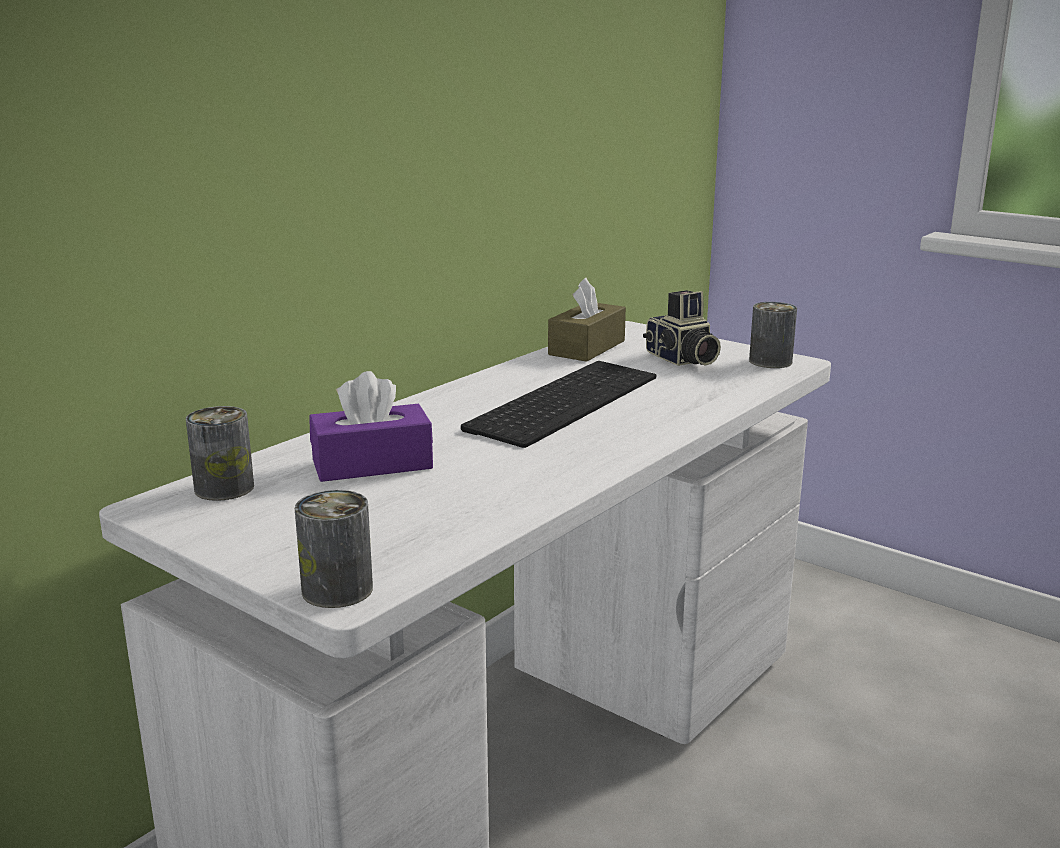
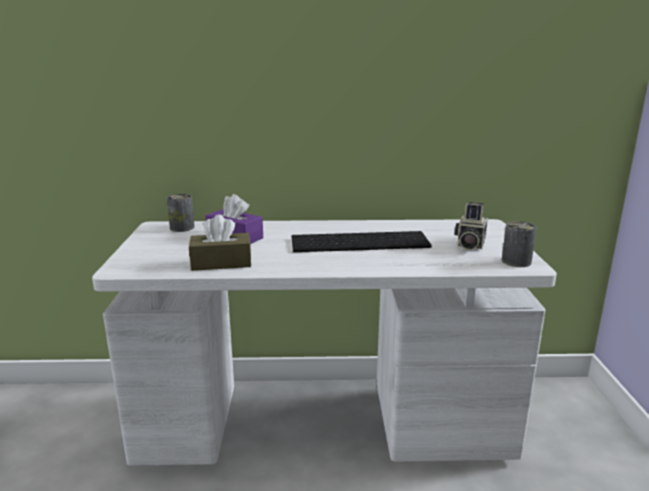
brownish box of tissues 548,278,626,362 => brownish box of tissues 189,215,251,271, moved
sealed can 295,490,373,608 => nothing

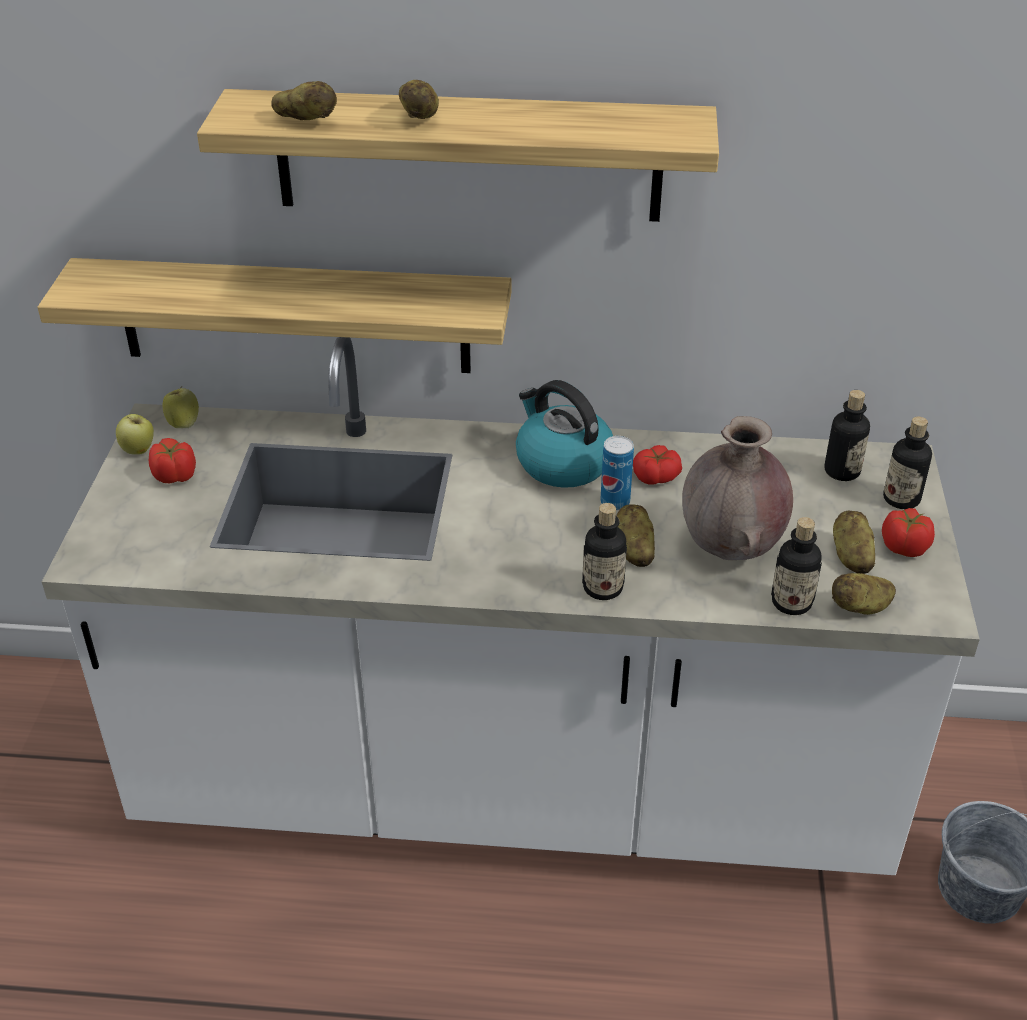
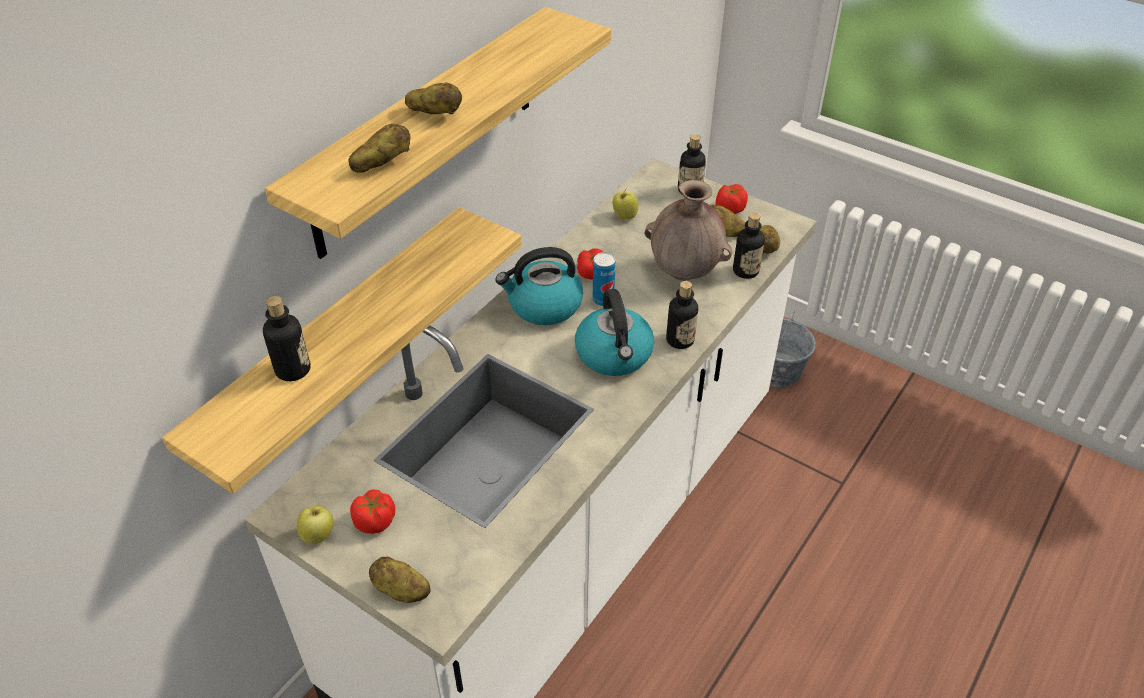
apple fruit 162,386,199,428 => apple fruit 613,188,638,220, moved
drink bottle 824,390,870,481 => drink bottle 263,296,311,381, moved
whole potato 617,504,655,567 => whole potato 369,556,430,603, moved
nothing => water kettle 575,289,654,376

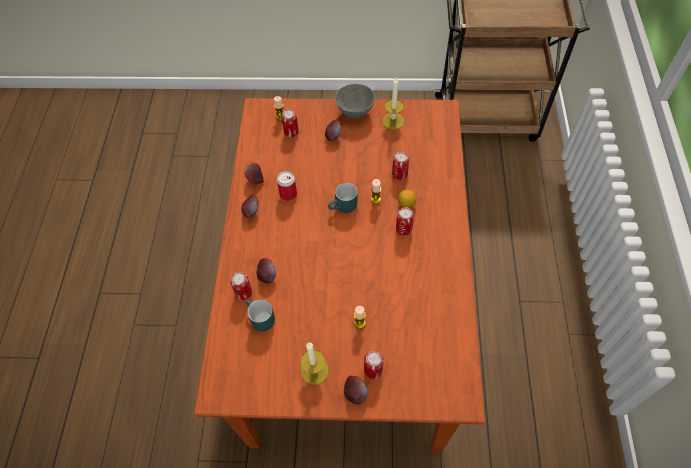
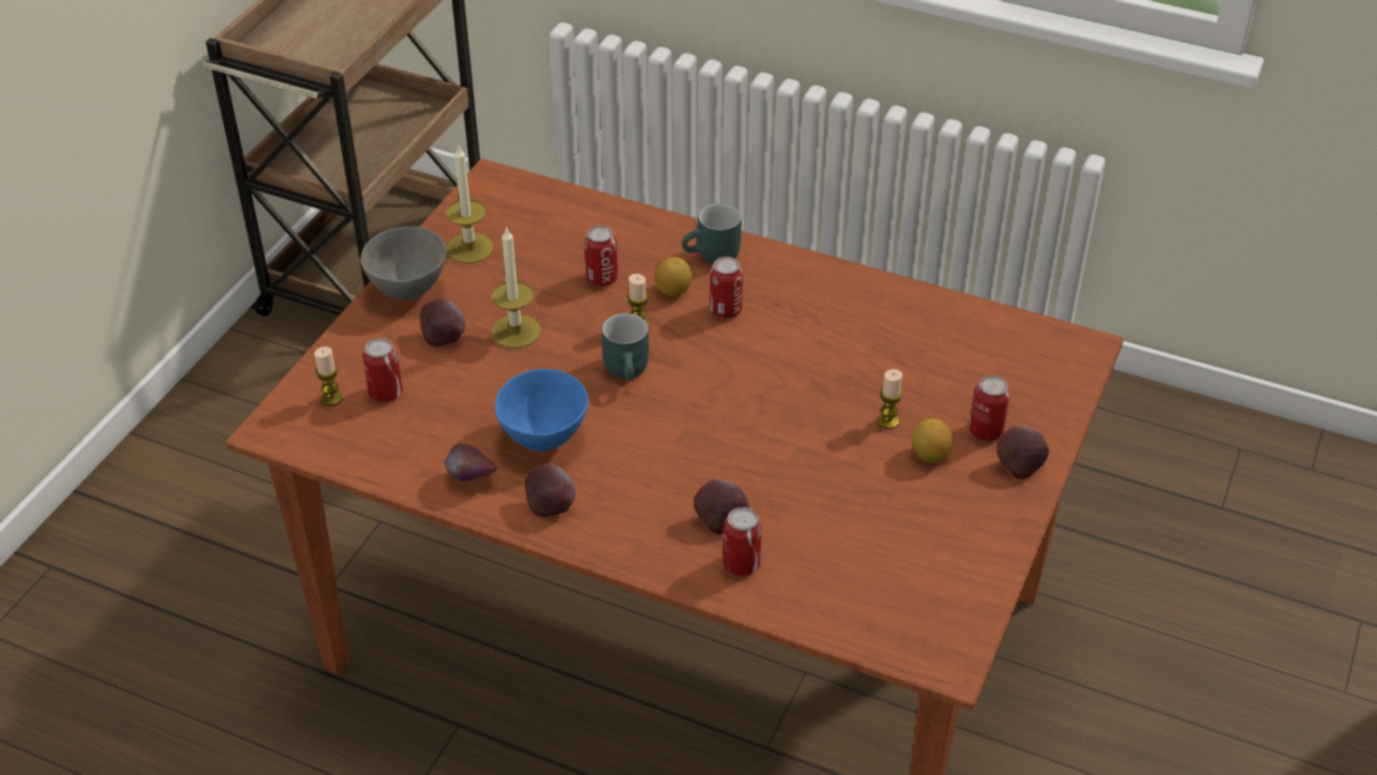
sealed can 277,171,297,201 => bluish bowl 495,369,588,451
turquoise-coloured coffee mug 246,299,275,332 => turquoise-coloured coffee mug 682,203,742,264, moved
candle 300,343,329,385 => candle 491,226,541,349, moved
nothing => whole lemon 912,419,953,463

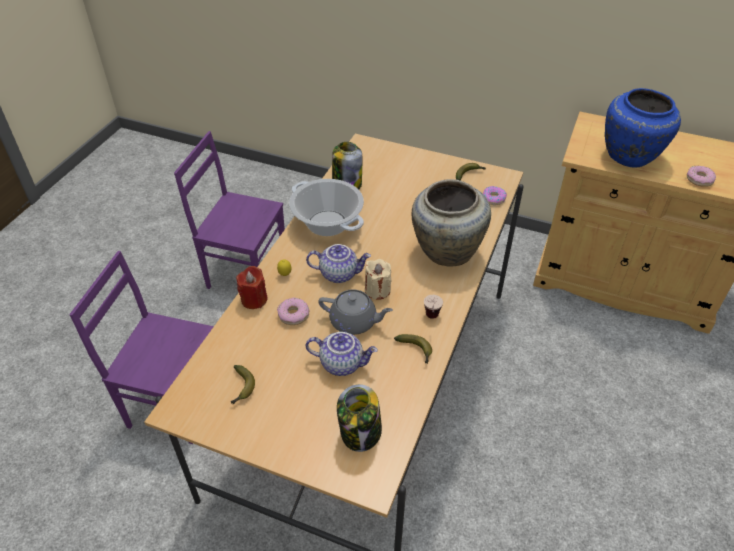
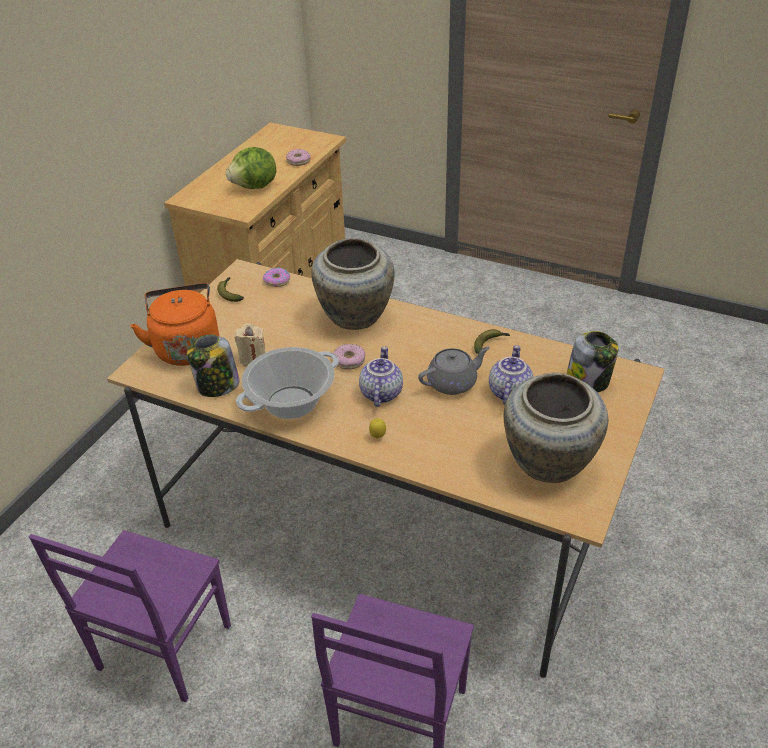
bluish decorative vase 605,88,681,168 => head of lettuce 226,147,276,189
beige-coloured candle 365,259,391,300 => beige-coloured candle 235,323,266,367, moved
red-coloured candle 236,266,268,309 => nothing
gray teapot 318,289,393,335 => gray teapot 418,347,490,395, 45 degrees clockwise
drinking cup 424,295,443,319 => nothing
donut 277,298,309,325 => donut 333,344,366,370, moved
banana fruit 231,365,255,405 => beige-coloured decorative vase 503,373,608,483
nothing => orangey water kettle 130,283,219,366

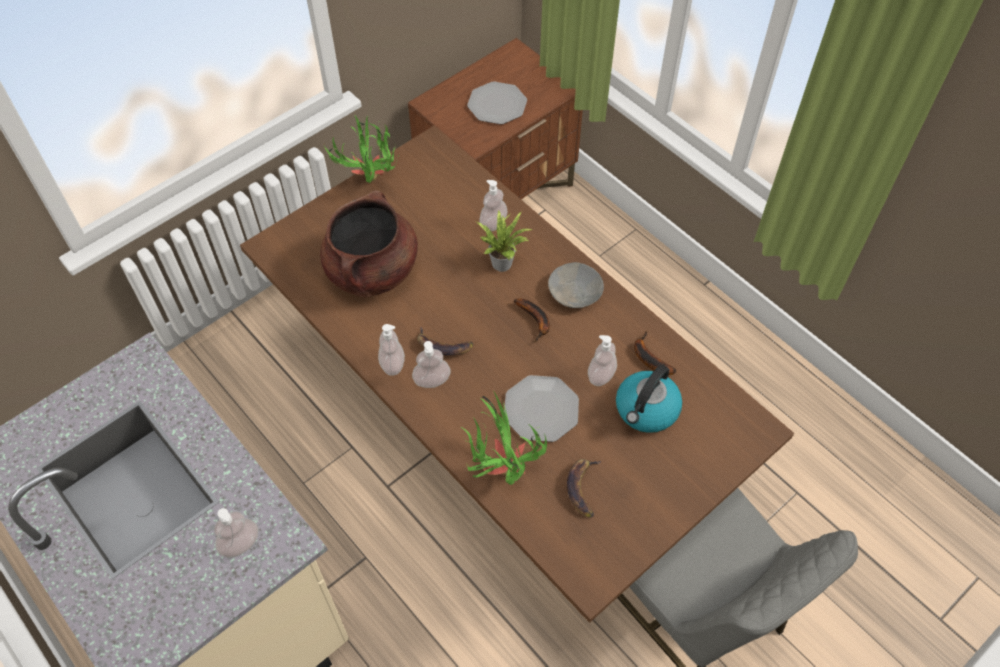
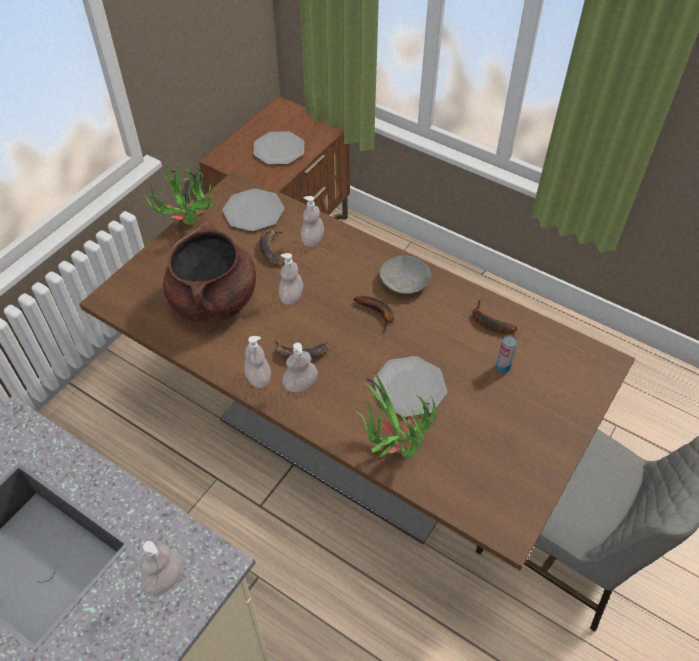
plant in a pot 477,210,533,272 => nothing
soap bottle 588,335,617,386 => soap bottle 279,253,303,305, moved
water kettle 616,365,683,433 => sealed can 496,335,518,373
banana fruit 567,459,601,518 => banana fruit 260,230,285,266, moved
nothing => flat dish 222,188,284,231

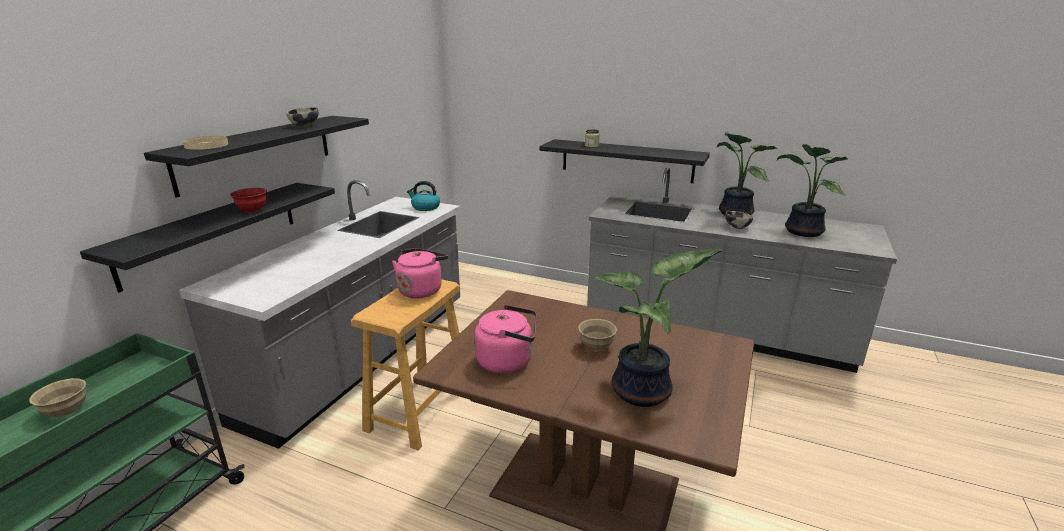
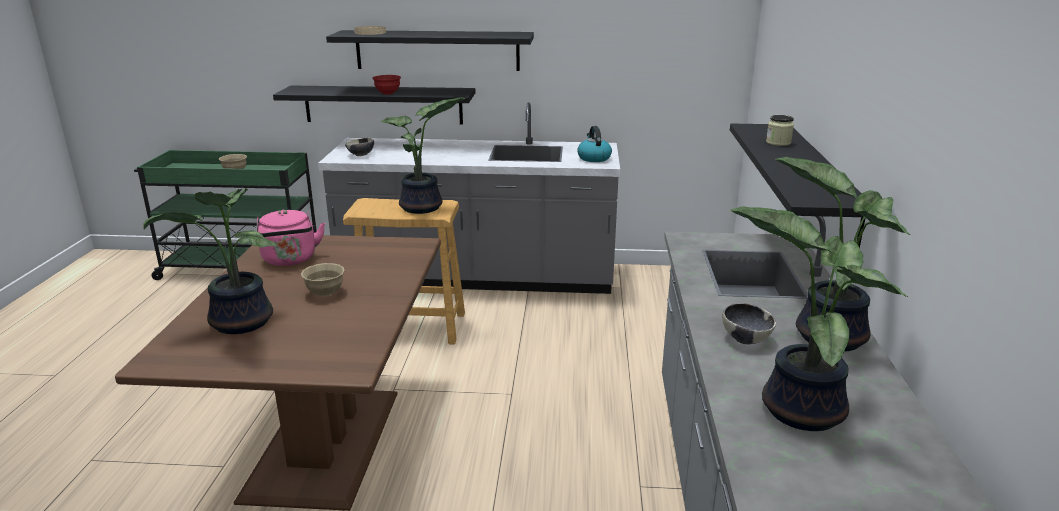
bowl 286,107,318,127 => bowl 345,138,374,156, moved
pink water kettle 392,248,448,298 => plant in a pot 380,97,466,214

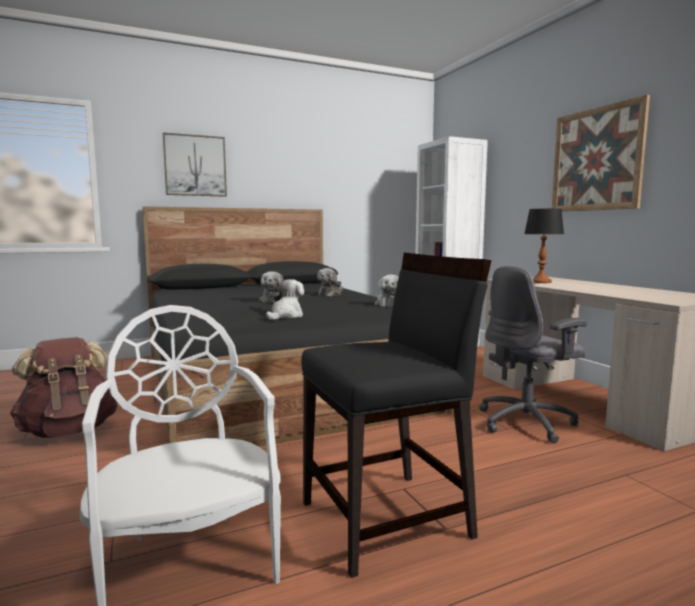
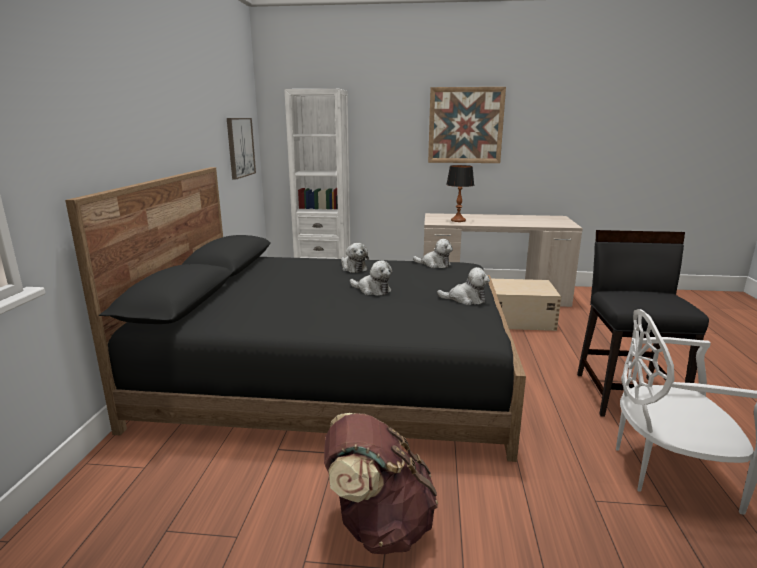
picture 163,132,227,197 => picture 227,118,256,179, moved
gray computer chair 479,266,587,444 => beige-coloured storage bin 491,279,561,331
plush toy 266,279,304,320 => plush toy 437,267,490,305, 135 degrees clockwise

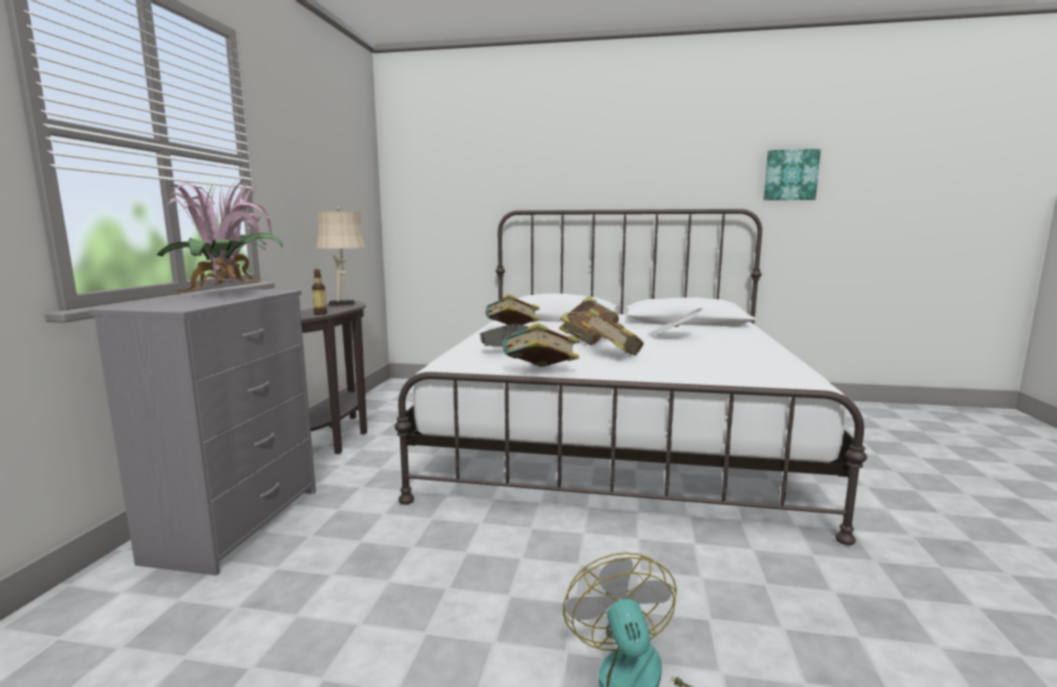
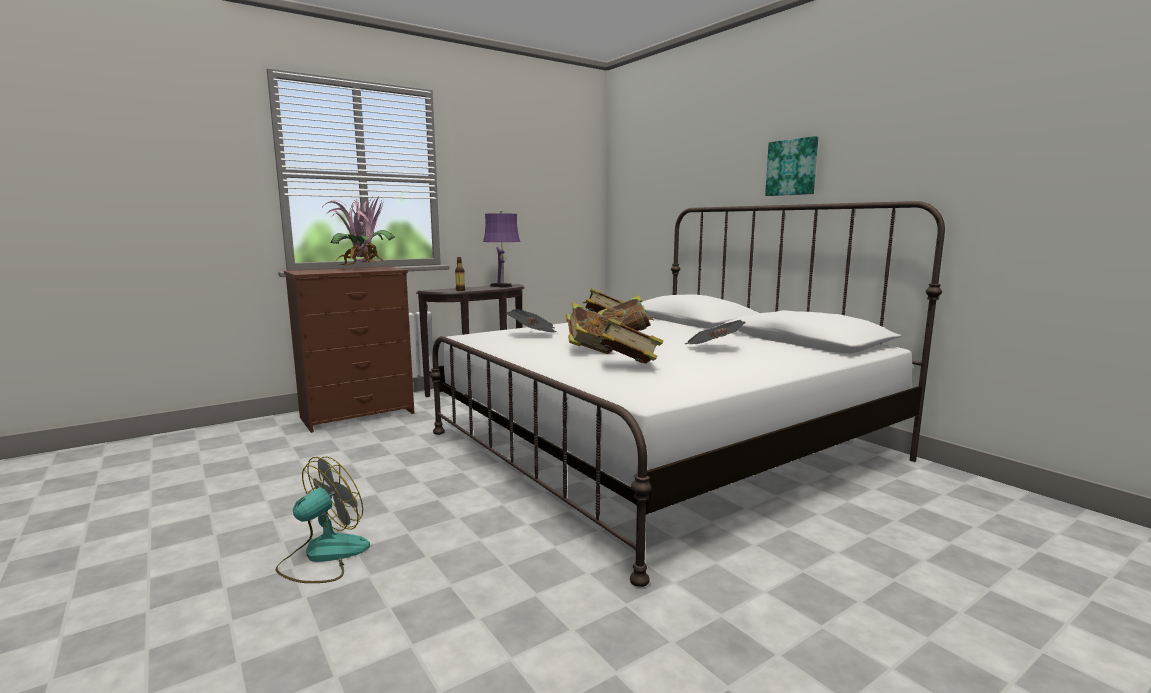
picture 764,149,821,200 => picture 765,136,818,196, moved
beige-coloured table lamp 316,207,366,306 => purple table lamp 483,210,520,288
gray drawer chest 89,289,316,576 => brownish drawer chest 284,267,415,433
volume 502,323,579,367 => volume 595,318,663,364, moved

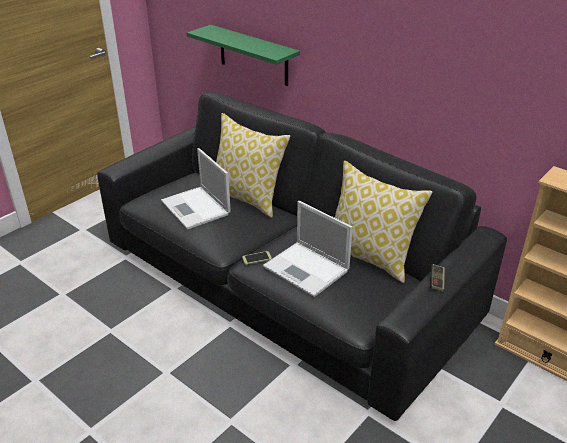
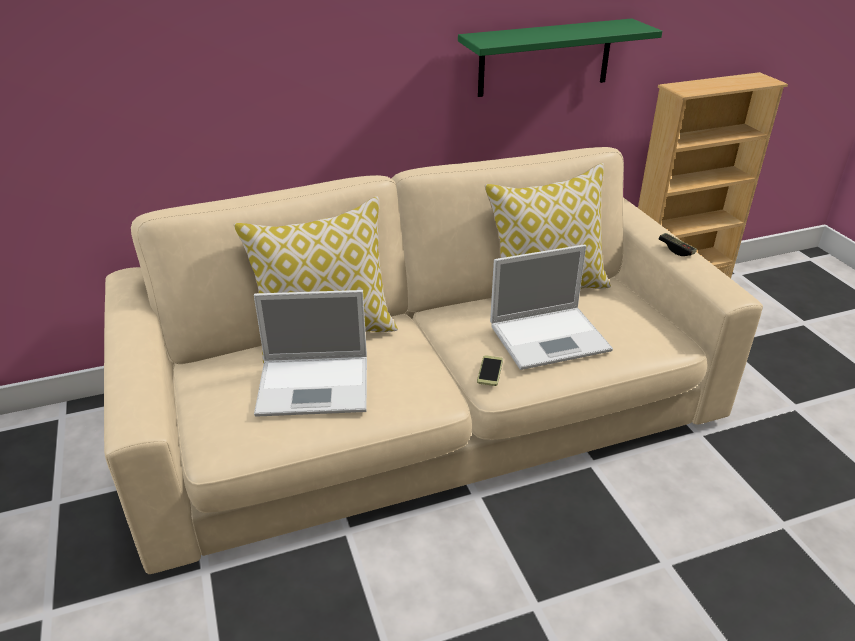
green-coloured bracket shelf 187,25,300,86 => green-coloured bracket shelf 458,18,662,97, moved
black-coloured couch 97,92,507,421 => beige-coloured couch 104,147,763,574

